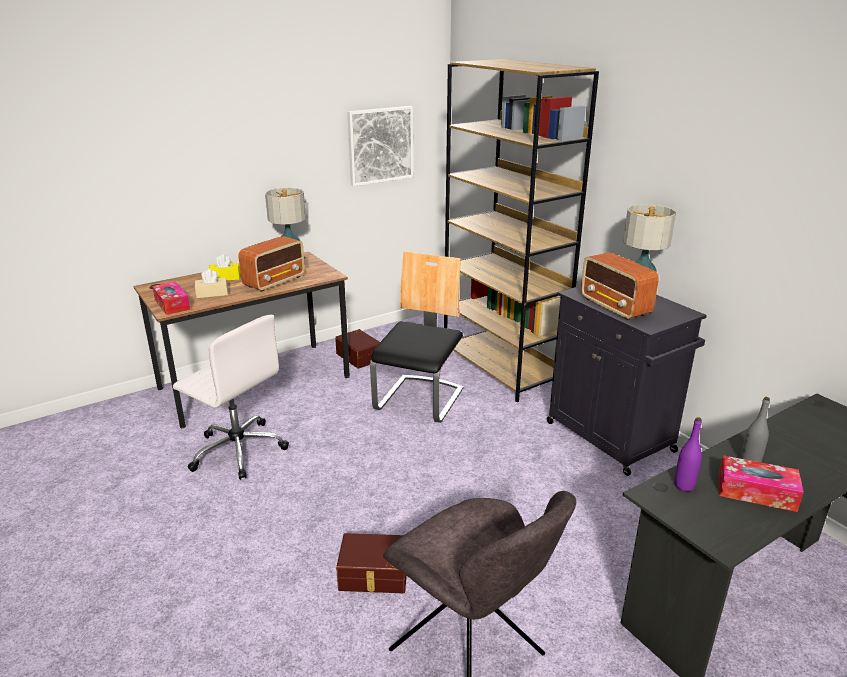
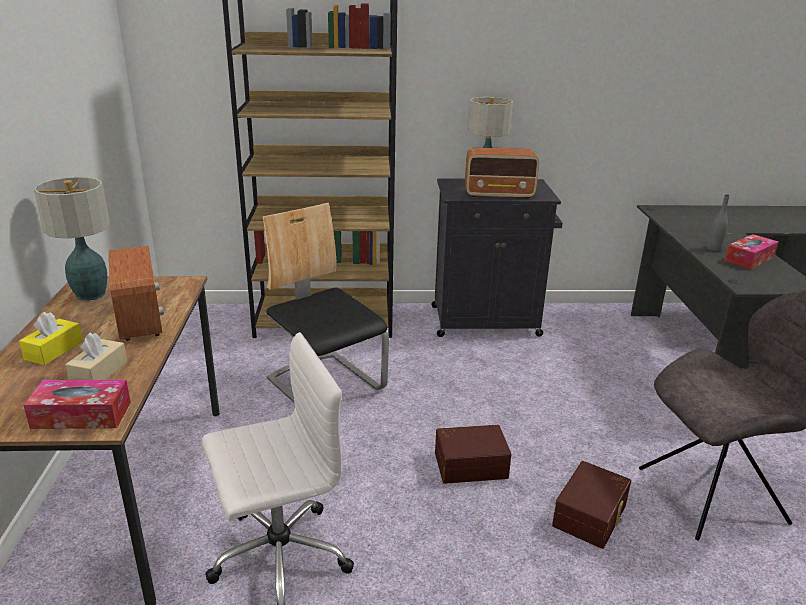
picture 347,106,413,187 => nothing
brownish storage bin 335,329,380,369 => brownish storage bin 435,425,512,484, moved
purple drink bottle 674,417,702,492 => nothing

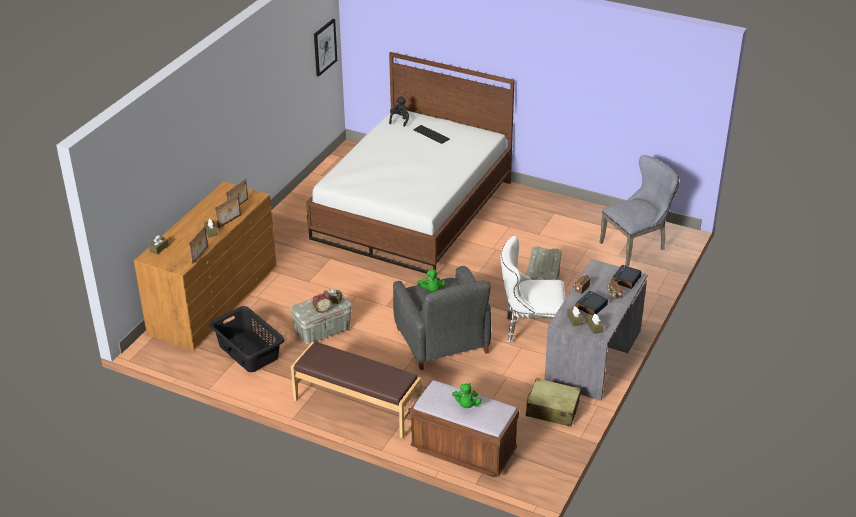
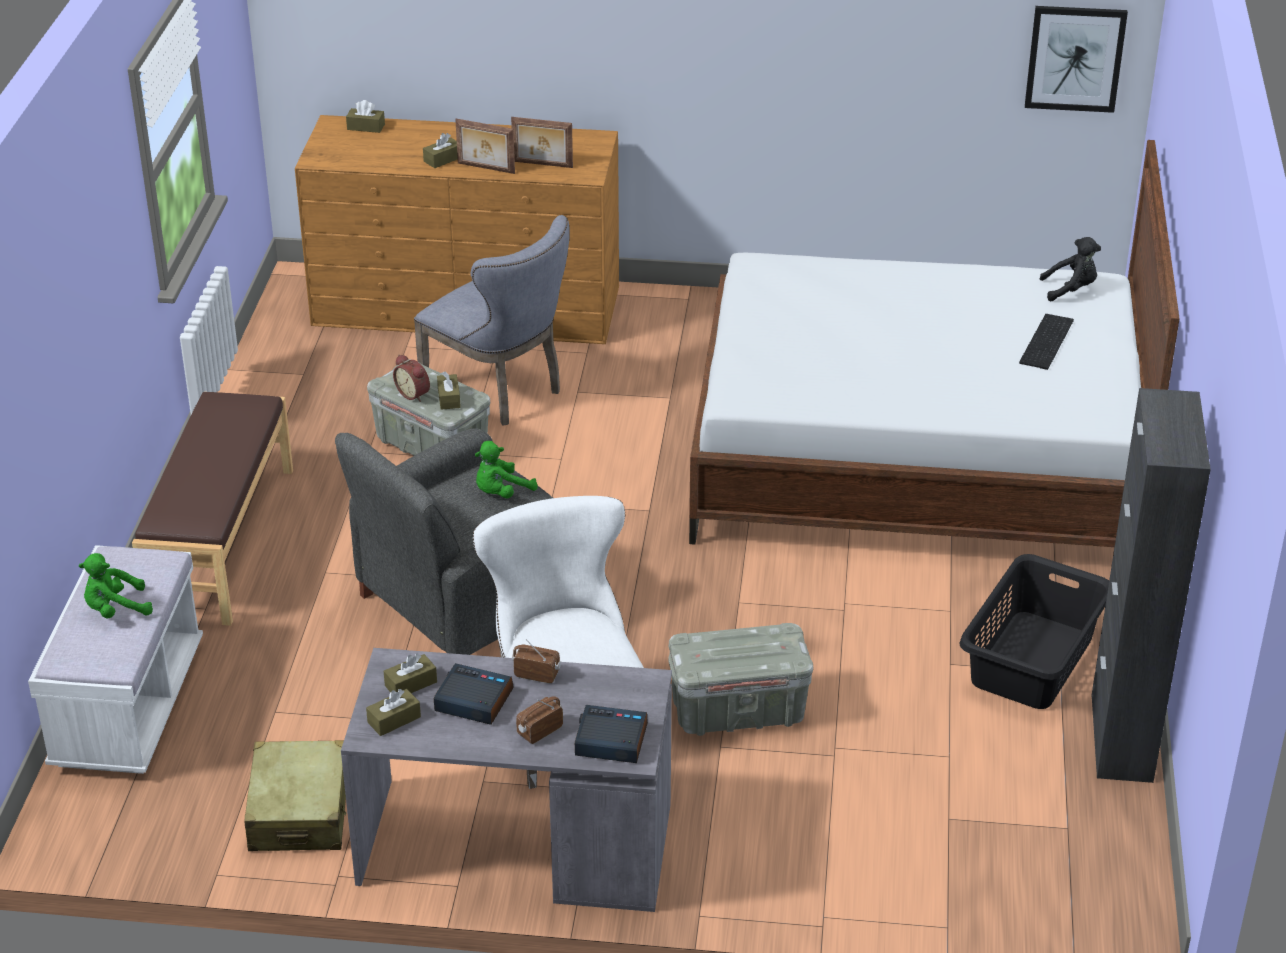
gray upright chair 600,155,679,266 => gray upright chair 414,215,570,426, moved
photo frame 189,226,208,264 => nothing
black-coloured washing basket 209,306,284,372 => black-coloured washing basket 959,554,1109,709, moved
brownish long seat 410,380,519,478 => white long seat 28,545,203,774
nothing => black-coloured cabinet 1091,388,1211,783

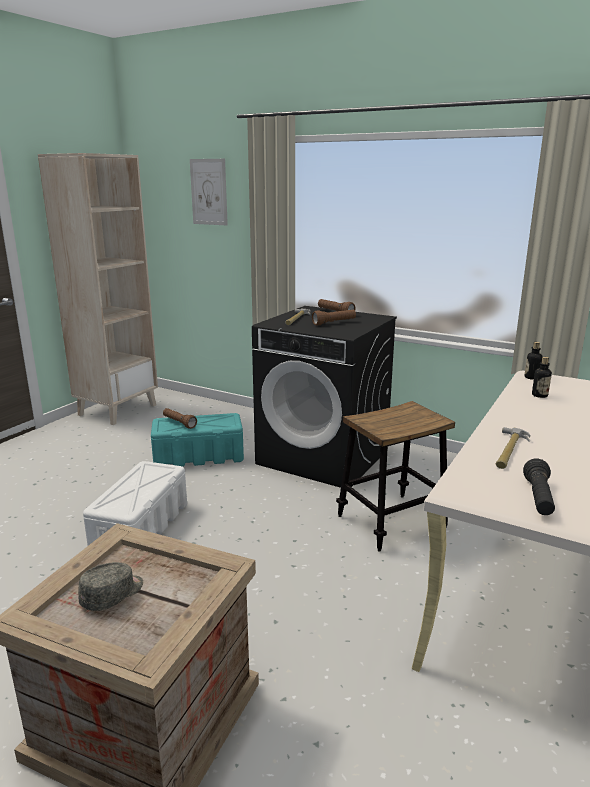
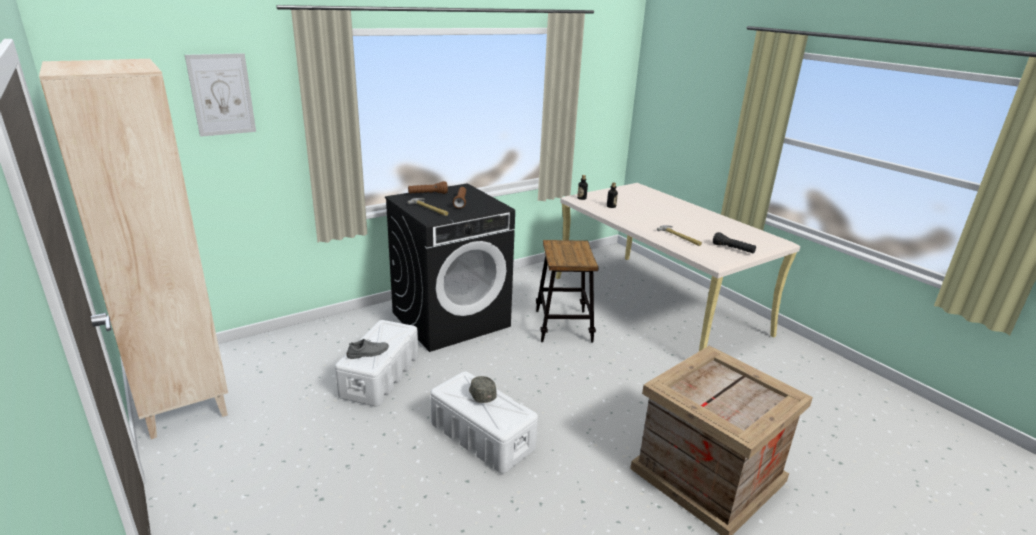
brownish flashlight 163,408,197,429 => gray shoe 347,339,389,359
turquoise-coloured storage bin 151,413,244,467 => white storage bin 335,320,418,407
gray cap 78,562,143,611 => gray cap 469,376,497,403, moved

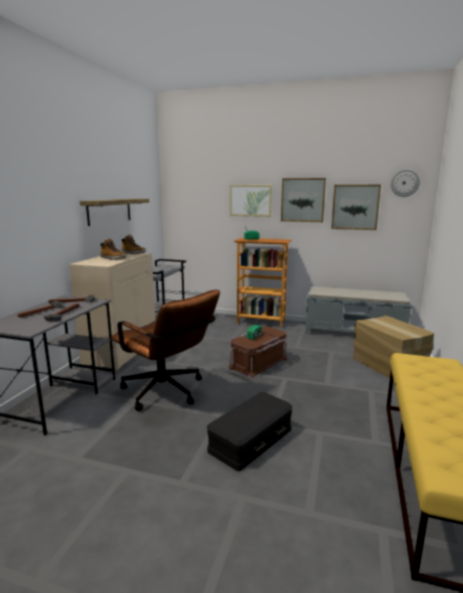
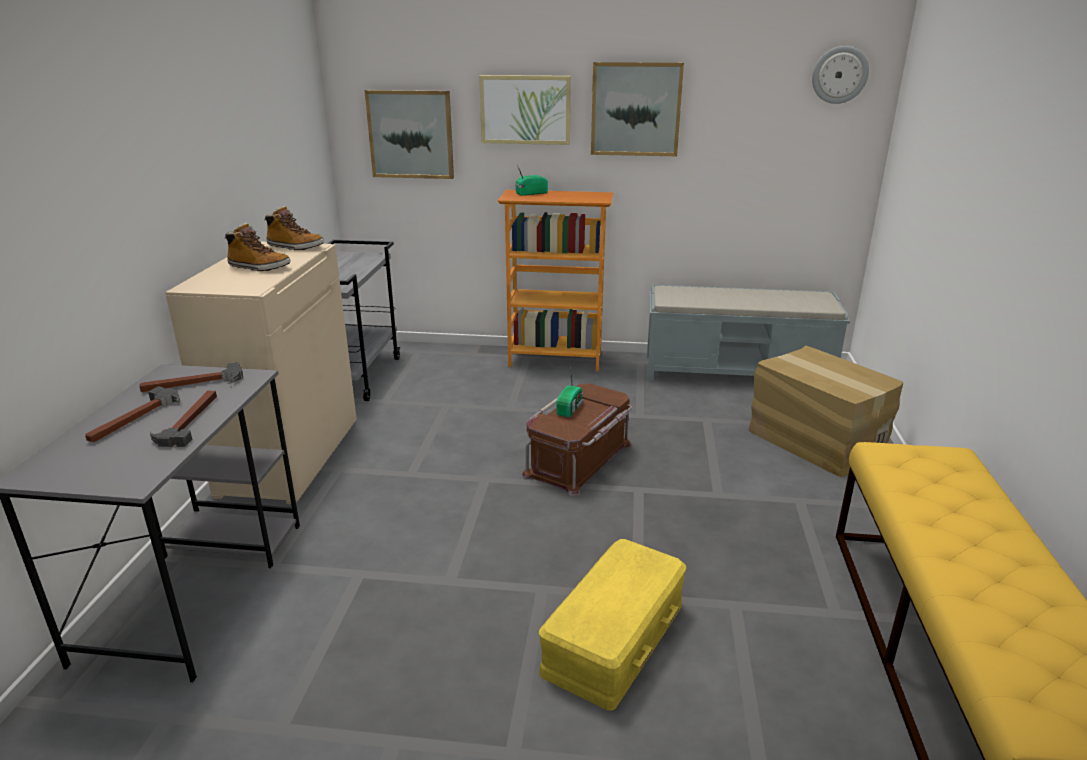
picture 331,185,381,230 => picture 365,90,454,179, moved
bracket shelf 80,199,149,226 => nothing
brownish computer chair 111,290,220,411 => nothing
black-coloured storage bin 207,392,293,471 => yellow storage bin 539,539,686,711

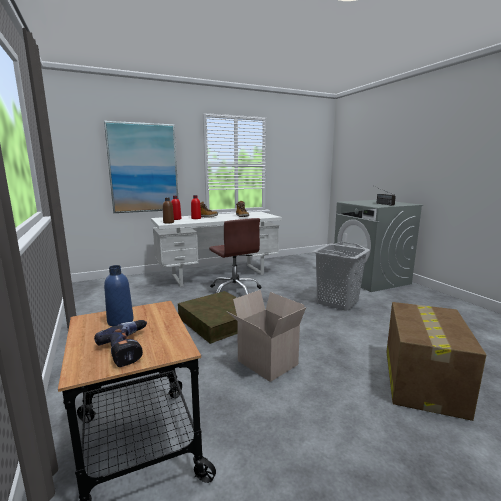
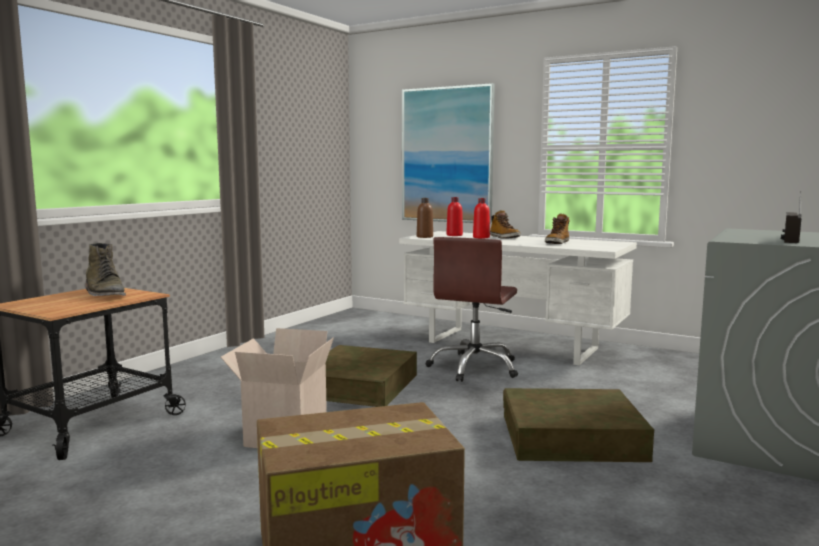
gray washing basket 312,242,370,311 => brownish storage bin 503,388,654,462
bluish drink bottle 104,265,134,326 => green-coloured high-top boot 85,243,126,296
electric drill 94,320,147,367 => nothing

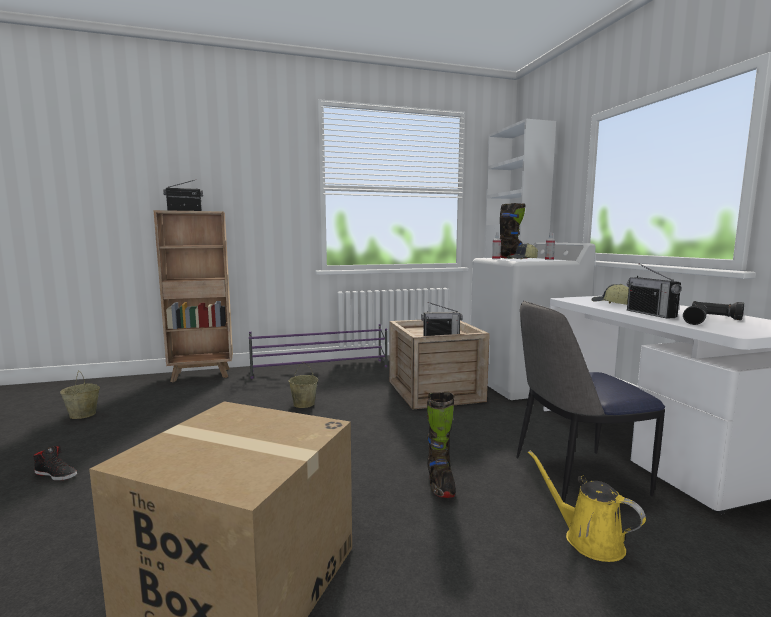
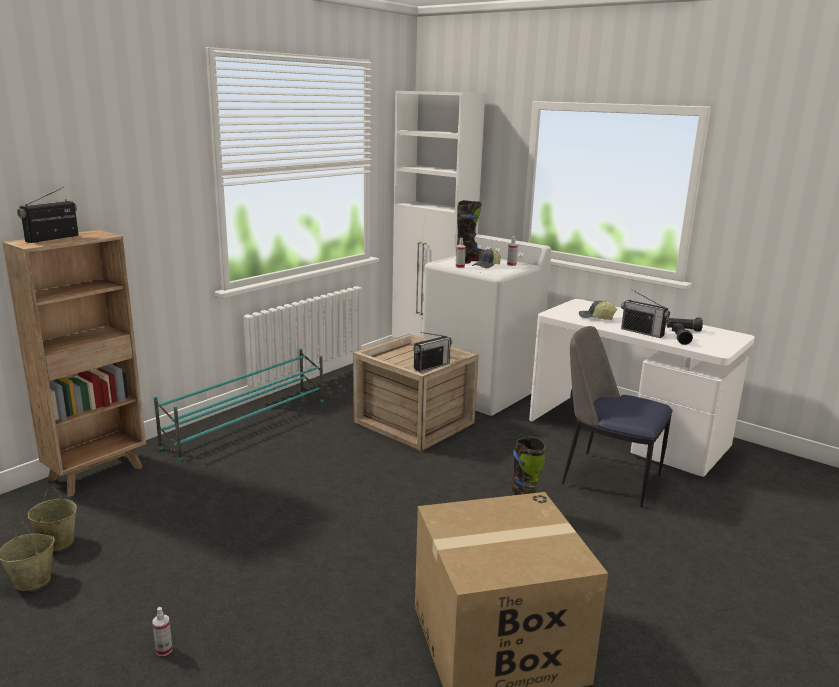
upright chair 516,301,665,503 => upright chair 562,326,673,507, 75 degrees clockwise
purple shoe stand 249,324,387,379 => turquoise-coloured shoe stand 154,349,324,461
beige-coloured bucket 288,362,318,408 => beige-coloured bucket 28,487,77,551, moved
black-coloured shoe 33,445,77,481 => sprayer 152,607,172,656
yellow watering pot 528,451,646,562 => nothing

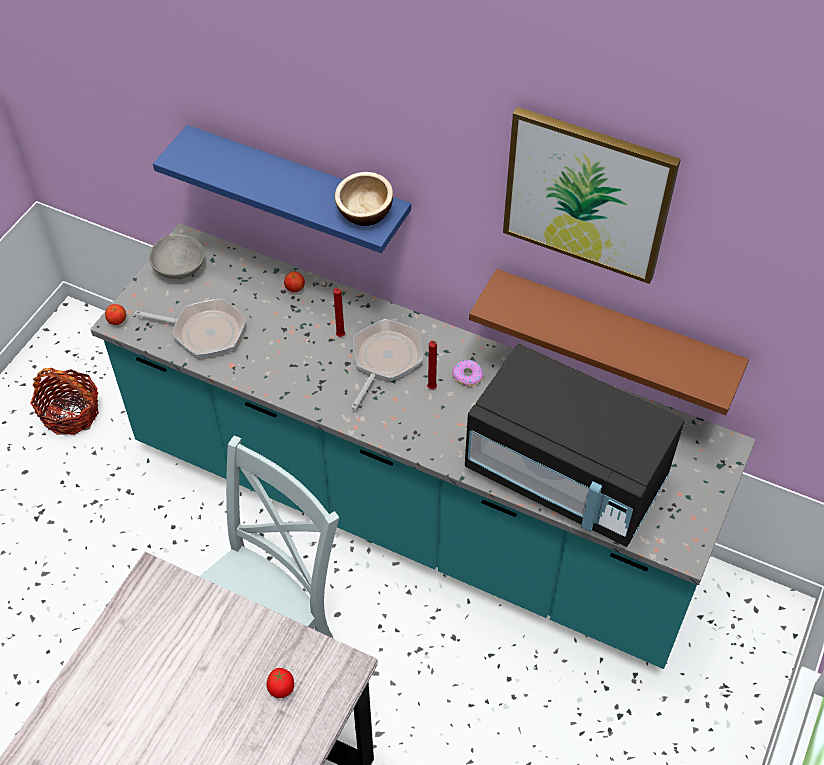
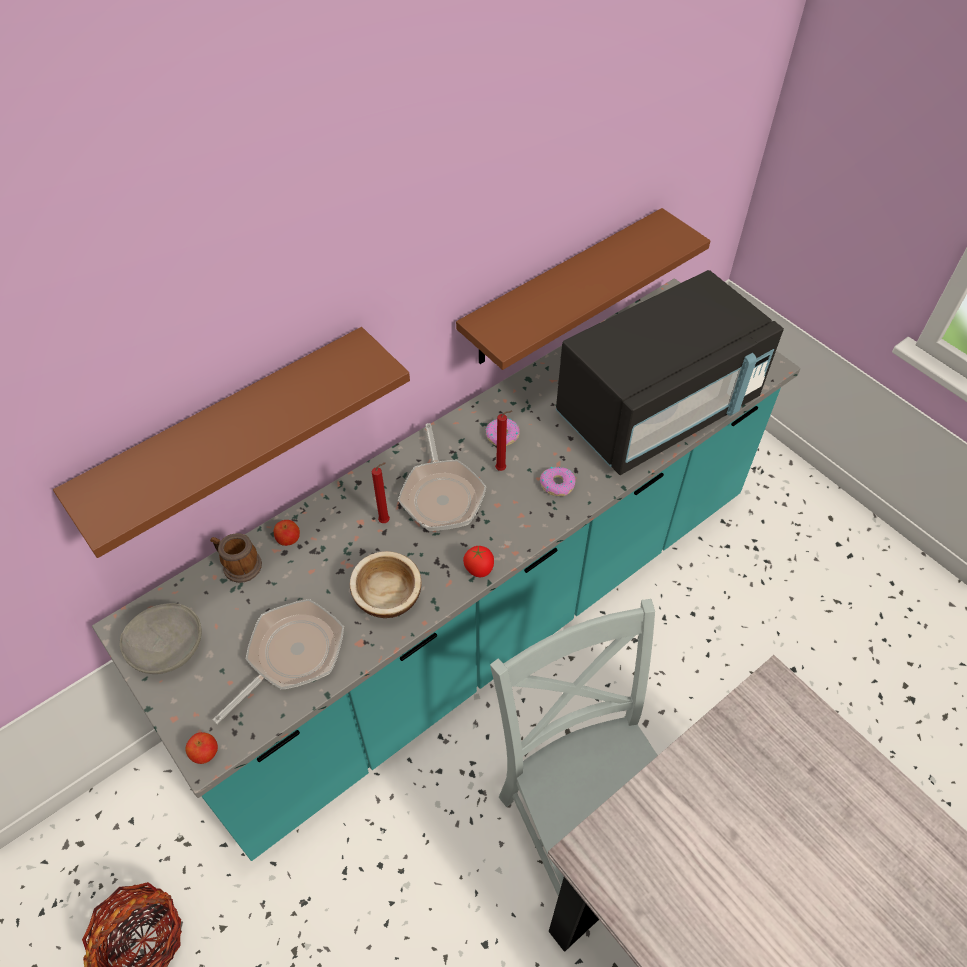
picture 503,107,681,284 => nothing
bluish bracket shelf 153,125,411,253 => brownish bracket shelf 53,327,410,558
bowl 335,172,393,226 => bowl 350,551,422,618, moved
skillet 351,319,423,410 => skillet 398,423,486,531, 150 degrees counterclockwise
tomato 267,668,294,698 => tomato 463,545,494,577, moved
nothing => donut 540,467,575,496
nothing => coffee mug 210,533,262,583

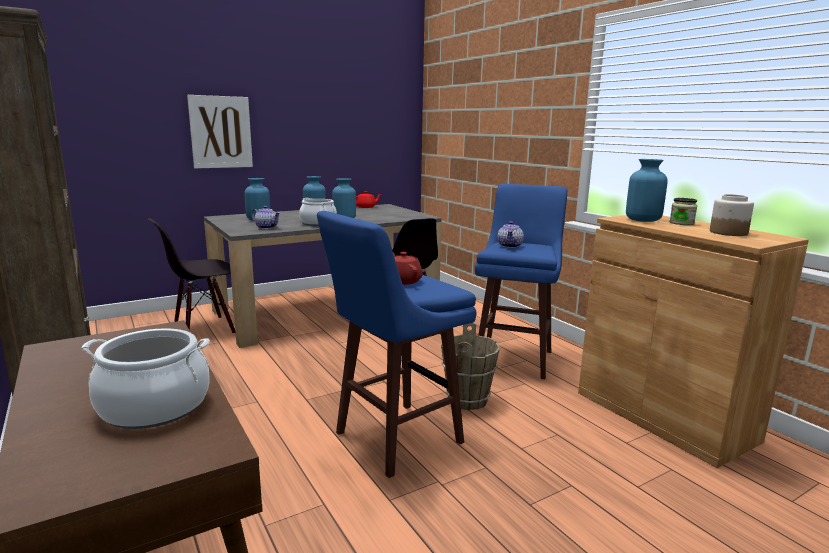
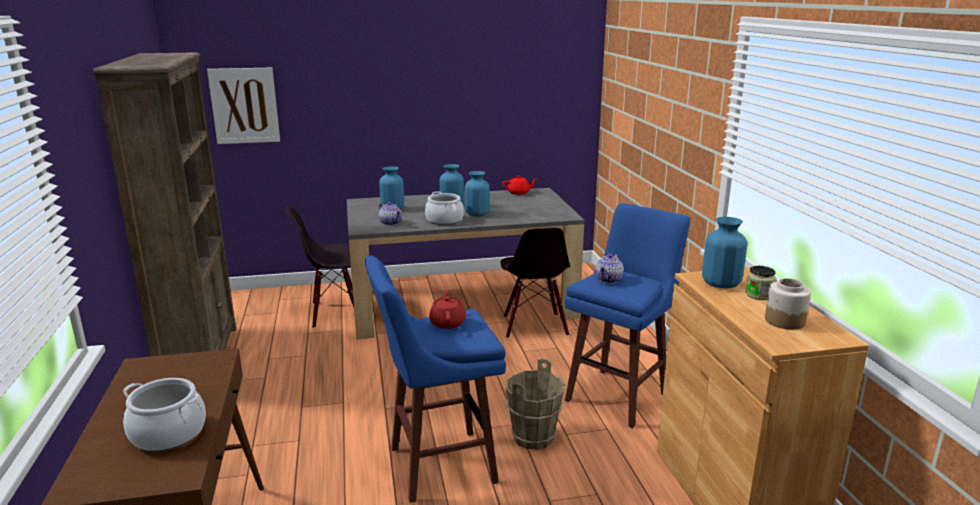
picture 187,95,253,168 => picture 207,68,280,144, moved

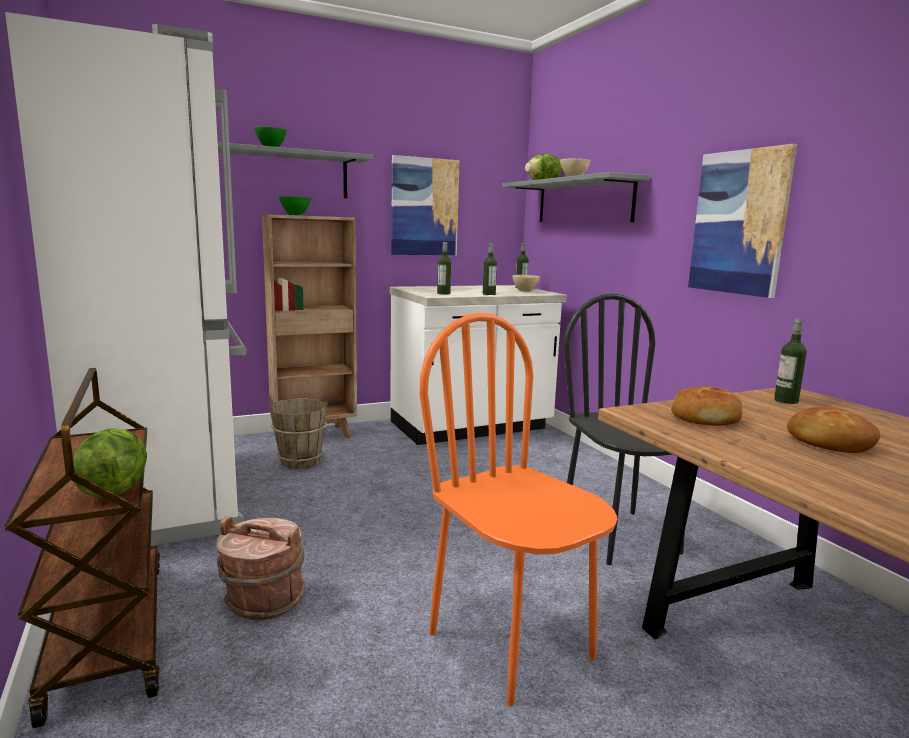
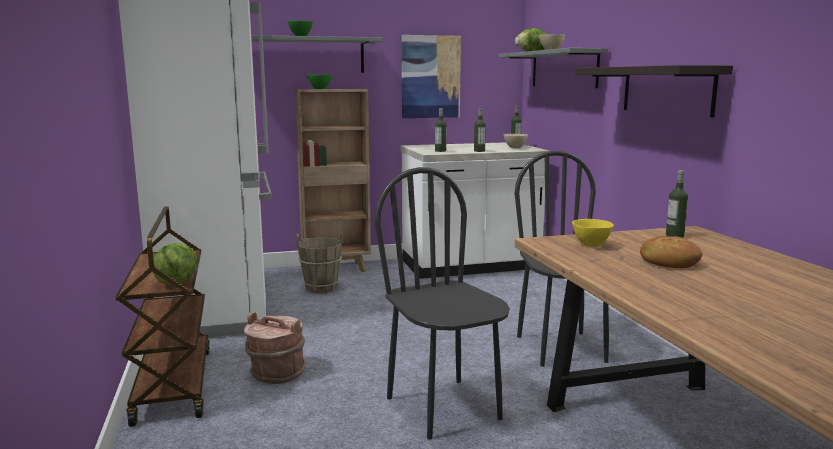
picture 688,144,797,298 => bracket shelf 576,65,733,117
orangey upright chair 419,313,618,706 => black-coloured upright chair 375,167,510,440
bread 671,386,743,426 => yellow bowl 572,219,614,247

